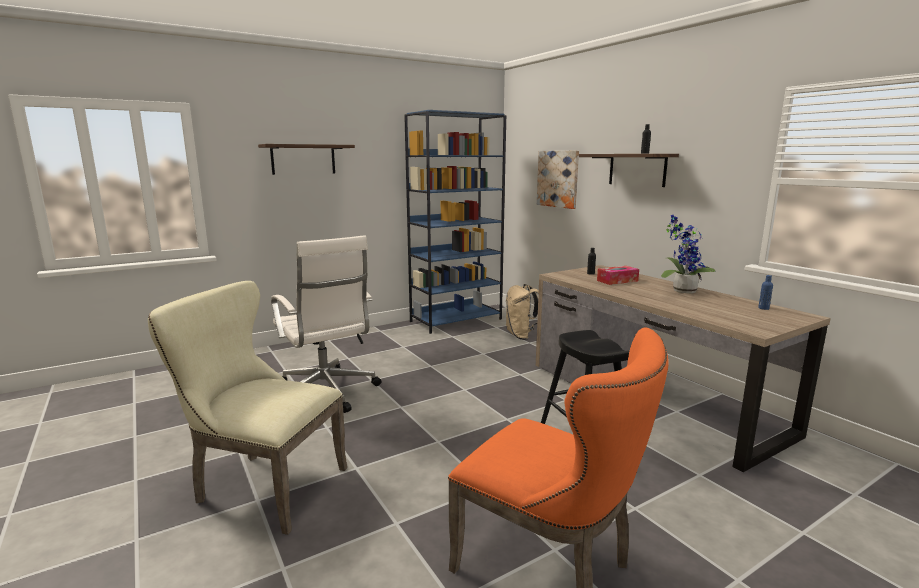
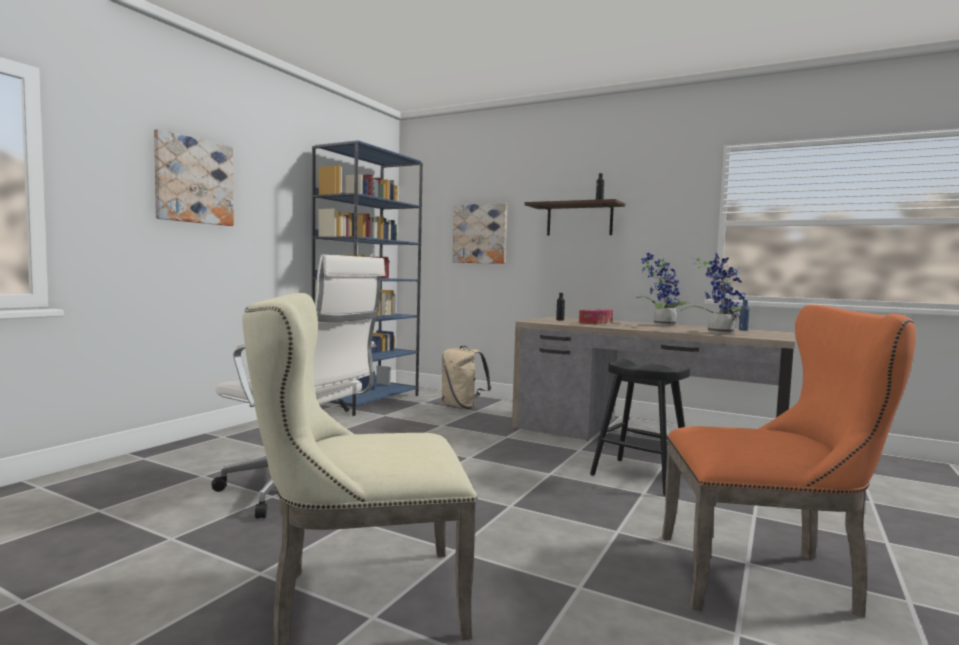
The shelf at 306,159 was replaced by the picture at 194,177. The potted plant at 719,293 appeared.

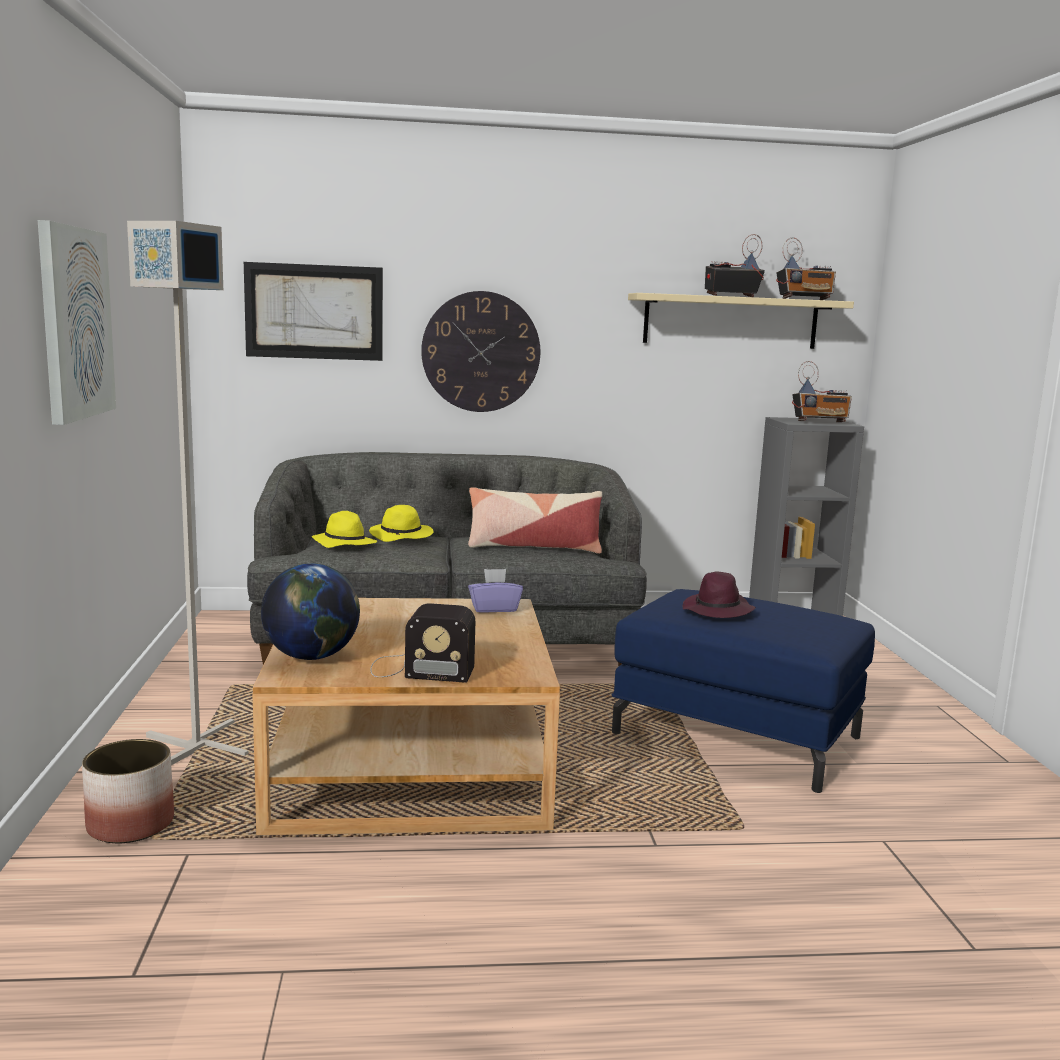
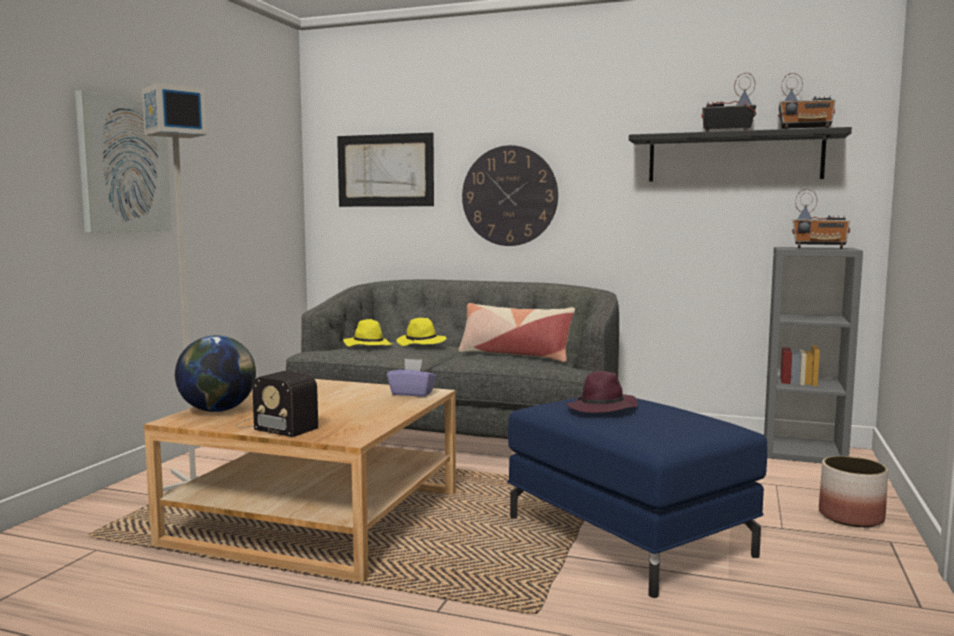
The shelf (beige) at 741,321 became the shelf (black) at 740,154. The planter moved from 128,791 to 853,491.

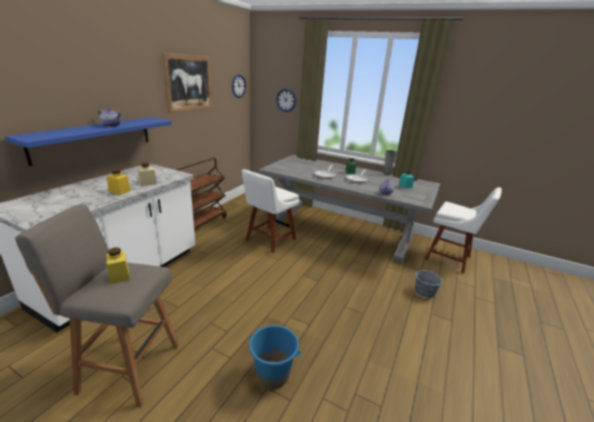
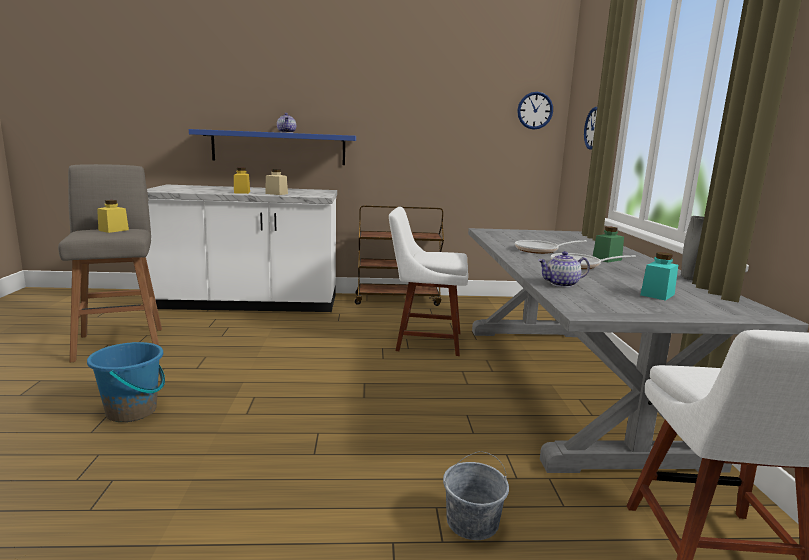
The picture at 187,83 disappeared.

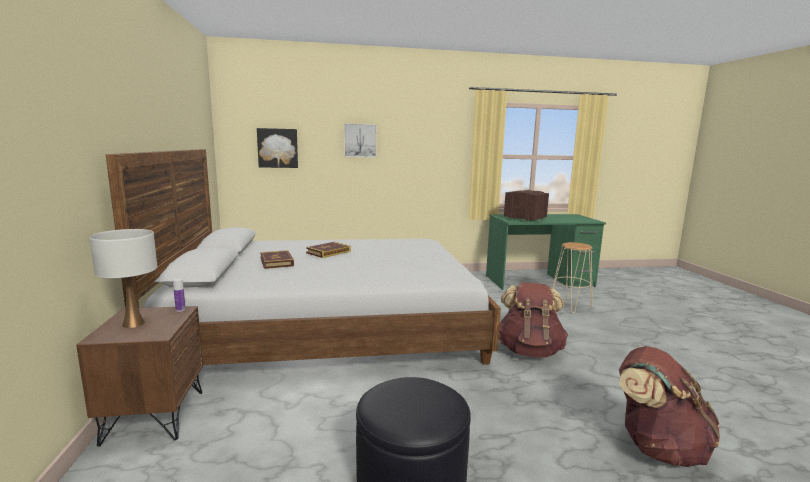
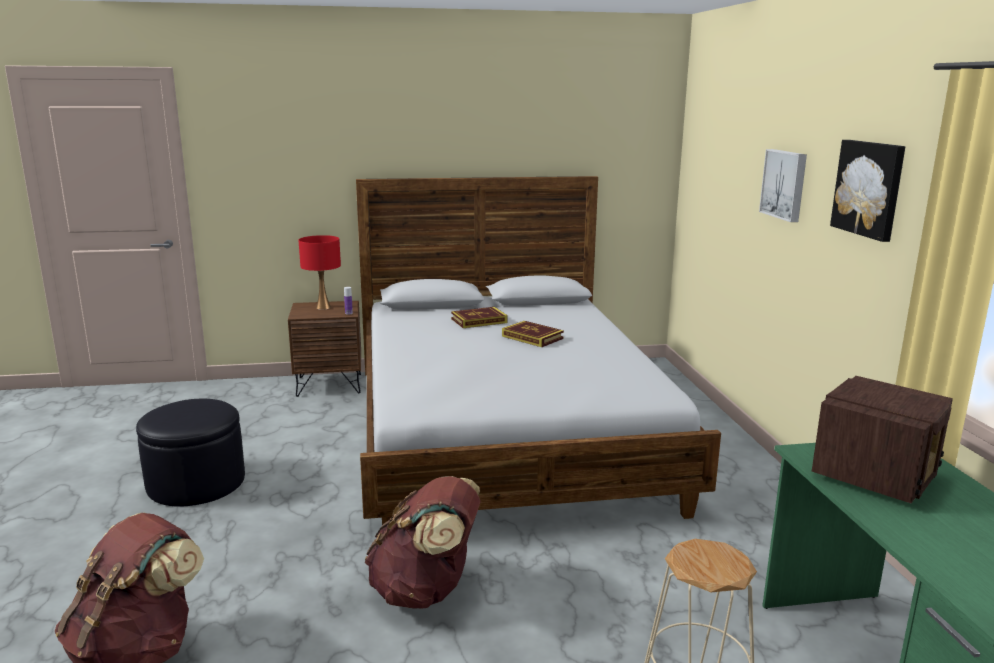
The picture moved from 277,148 to 867,191. The table lamp (white) at 123,278 became the table lamp (red) at 320,272.

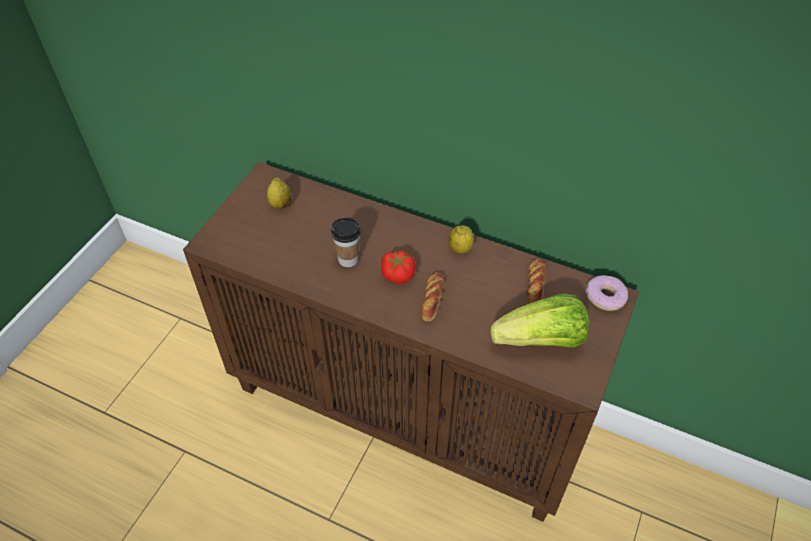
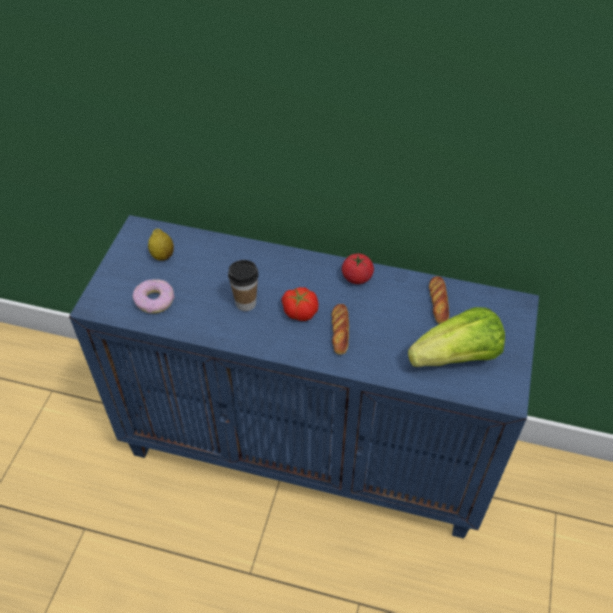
The cabinet (brown) at 411,342 became the cabinet (blue) at 304,377. The lemon at 461,239 was replaced by the tomato at 358,269. The donut moved from 607,293 to 154,296.

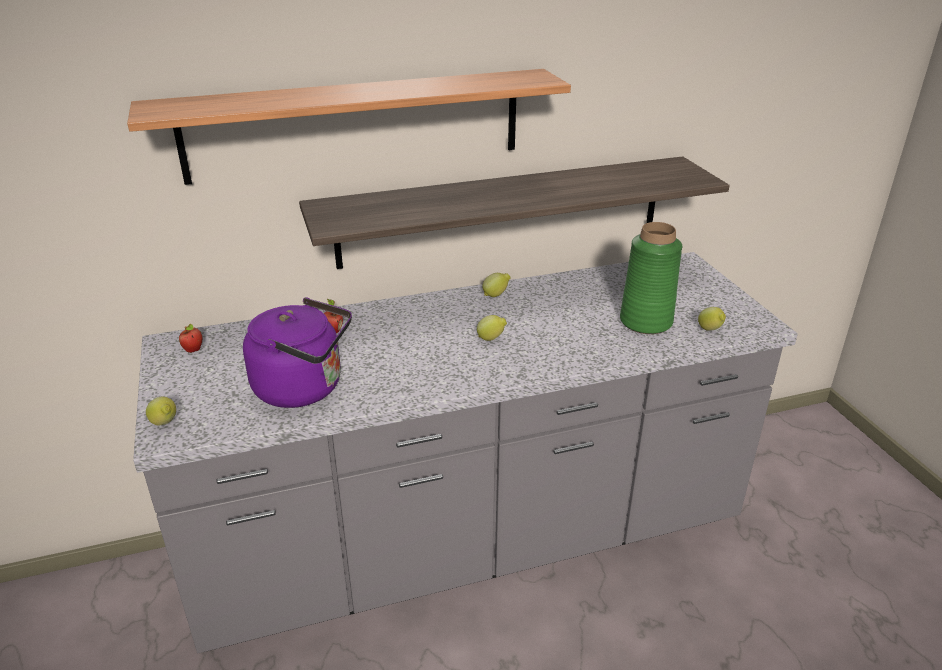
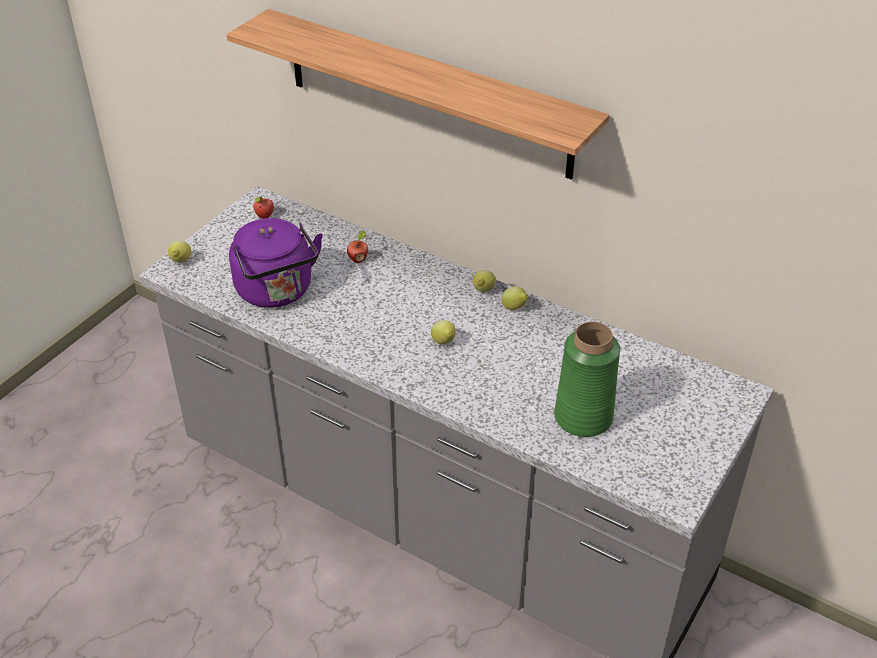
The shelf at 514,212 disappeared. The lemon moved from 712,319 to 484,281.

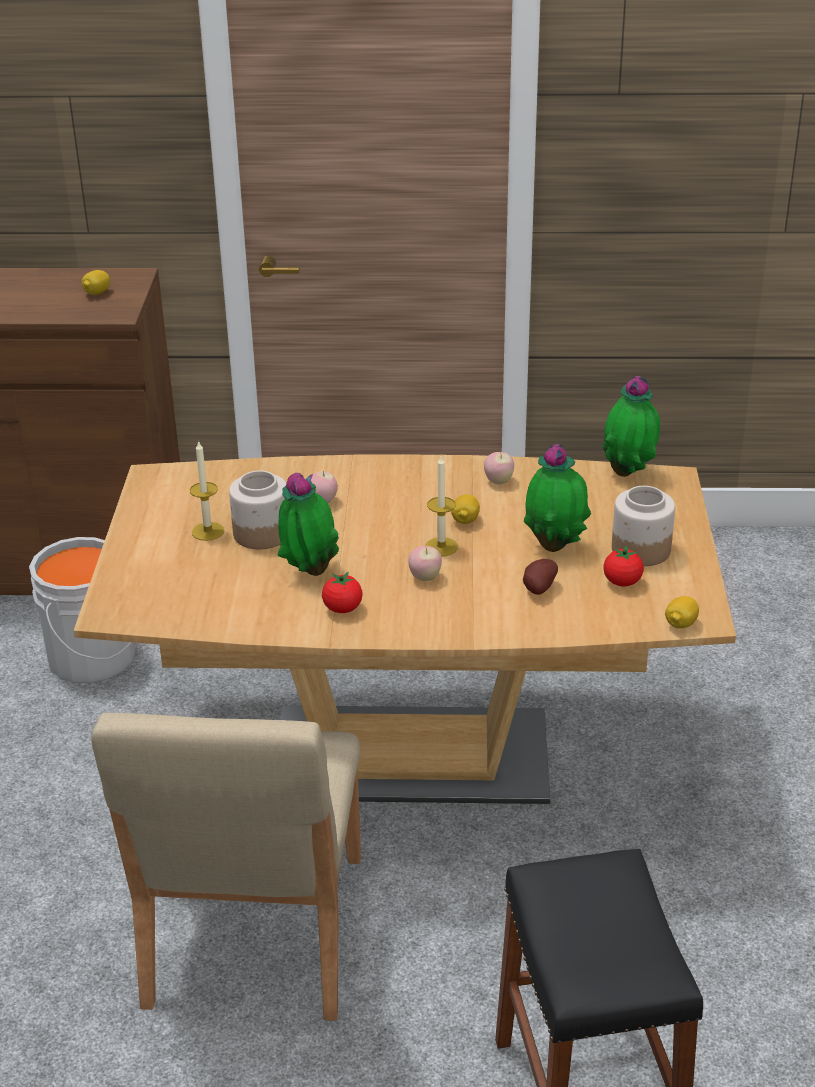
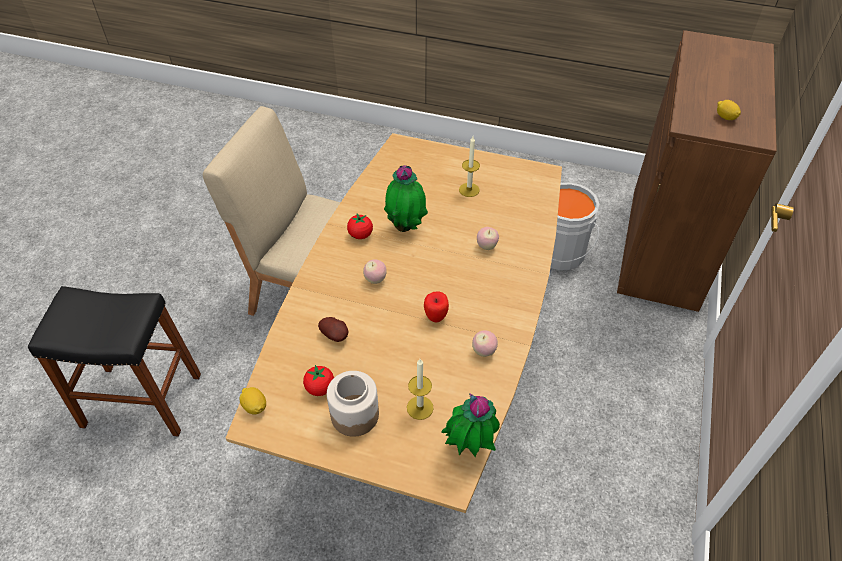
The potted plant at 557,498 disappeared. The candle moved from 441,506 to 420,389. The jar at 257,510 disappeared. The lemon at 465,509 was replaced by the apple at 436,307.

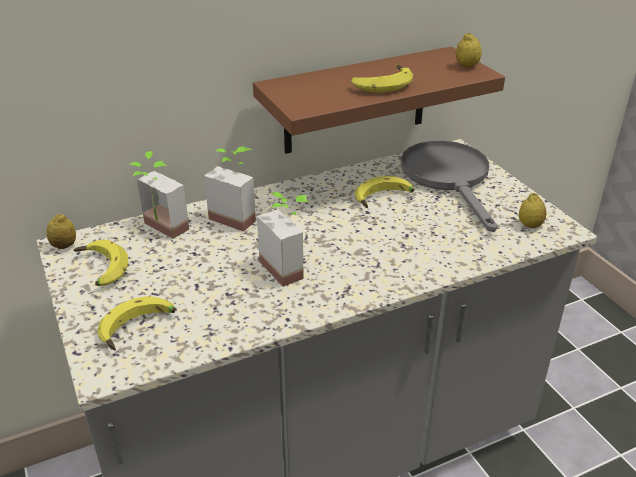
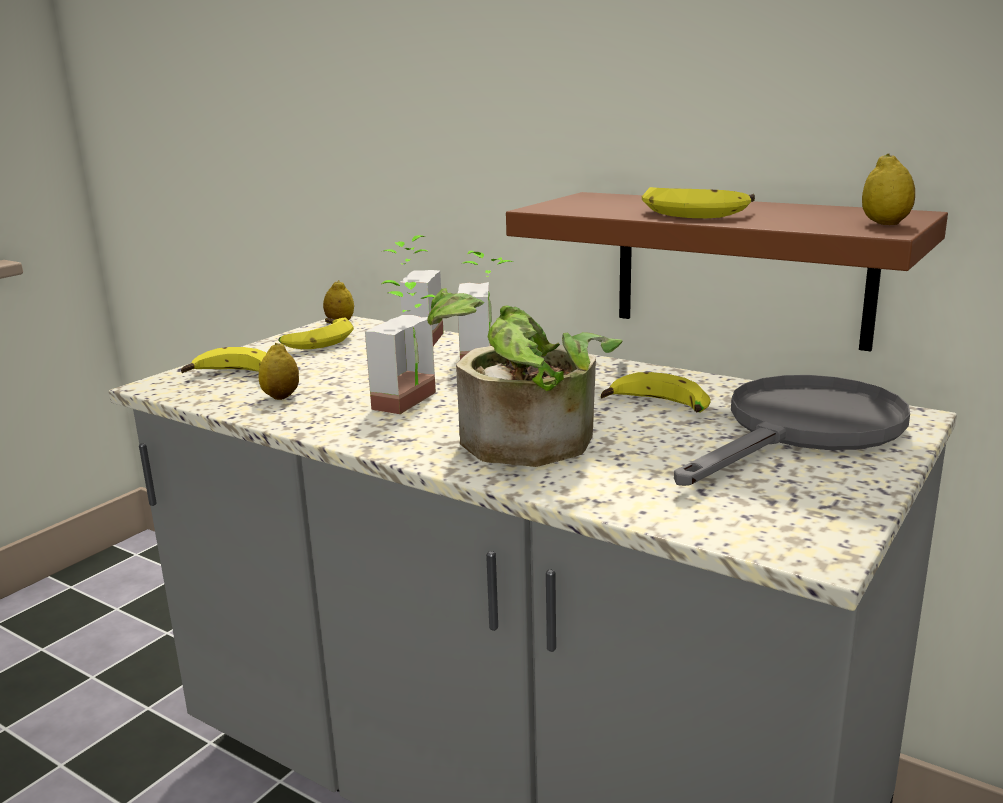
The lemon moved from 533,210 to 279,371. The potted plant at 525,377 appeared.

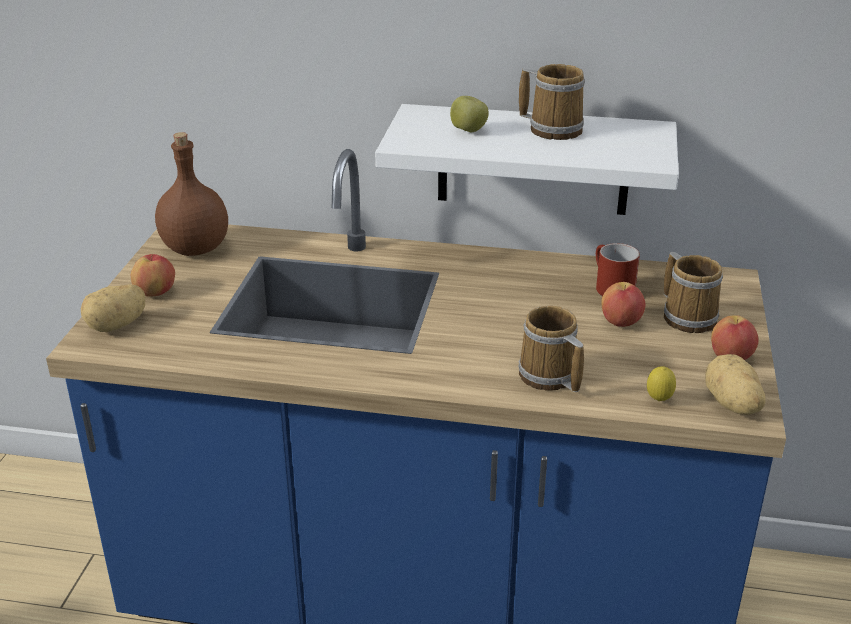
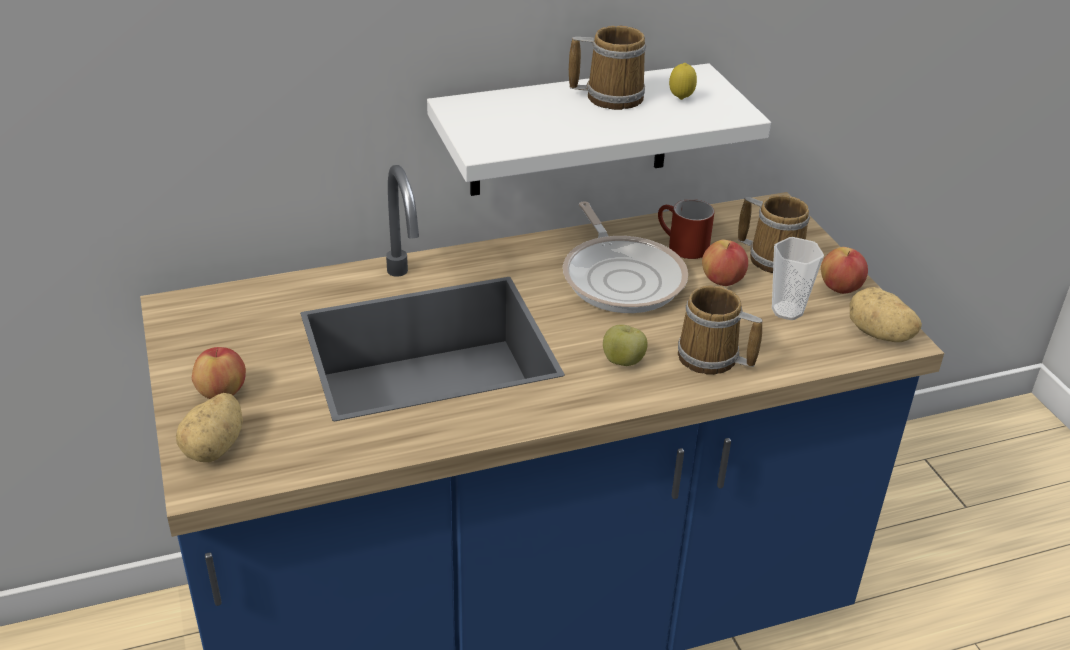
The apple moved from 469,114 to 625,345. The bottle (brown) at 191,194 disappeared. The lemon moved from 661,383 to 683,81. The frying pan at 625,257 appeared. The cup at 798,278 appeared.

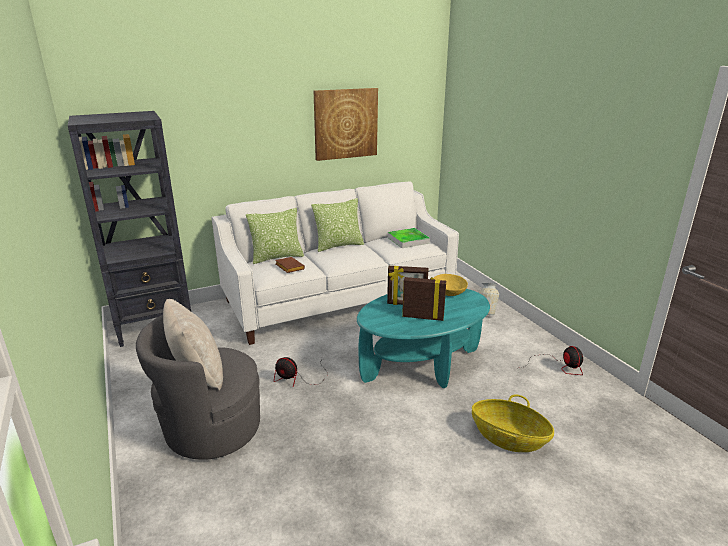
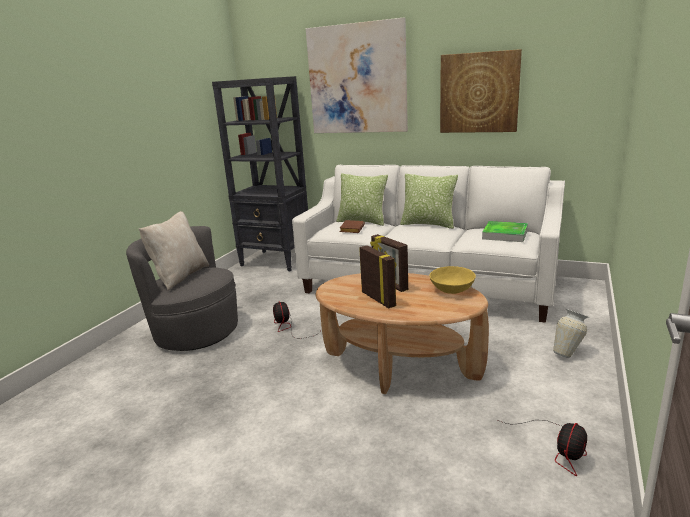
The coffee table (turquoise) at 423,338 became the coffee table (brown) at 402,333. The basket at 513,423 disappeared. The picture at 357,75 appeared.

